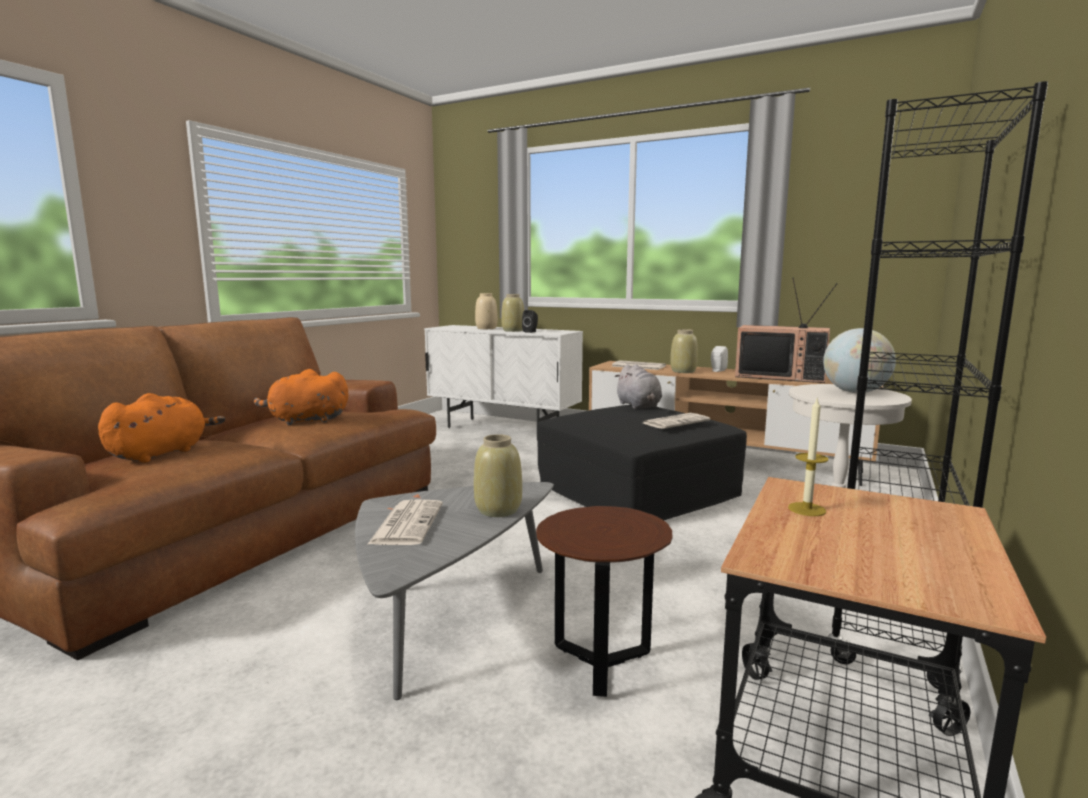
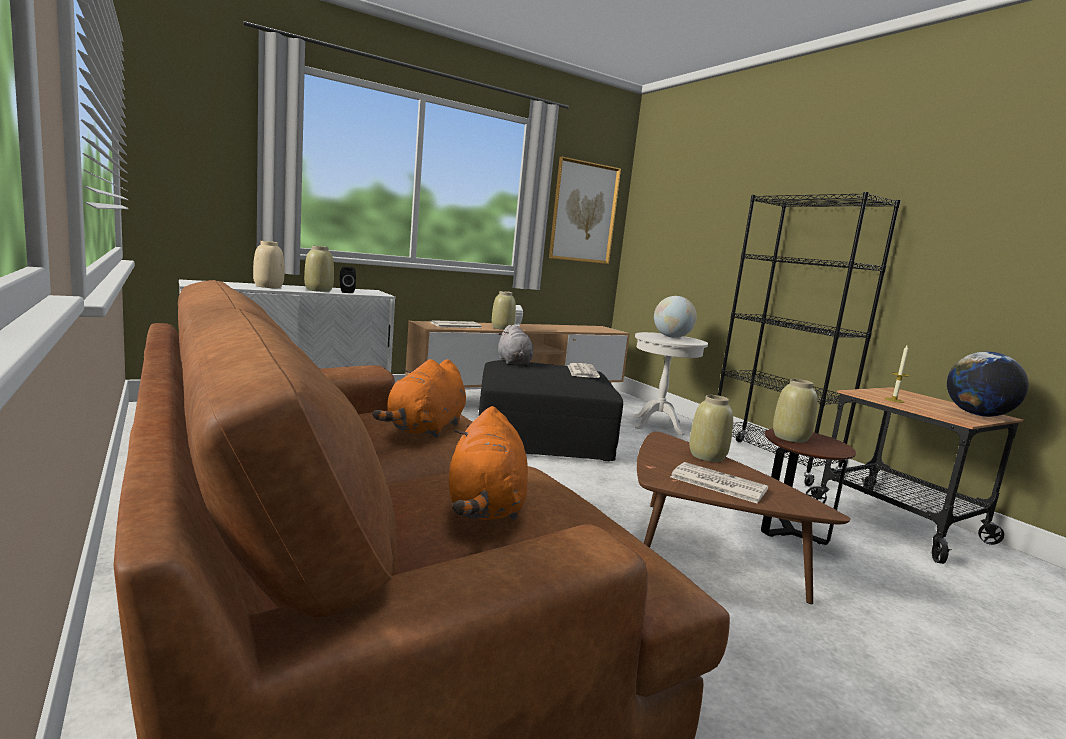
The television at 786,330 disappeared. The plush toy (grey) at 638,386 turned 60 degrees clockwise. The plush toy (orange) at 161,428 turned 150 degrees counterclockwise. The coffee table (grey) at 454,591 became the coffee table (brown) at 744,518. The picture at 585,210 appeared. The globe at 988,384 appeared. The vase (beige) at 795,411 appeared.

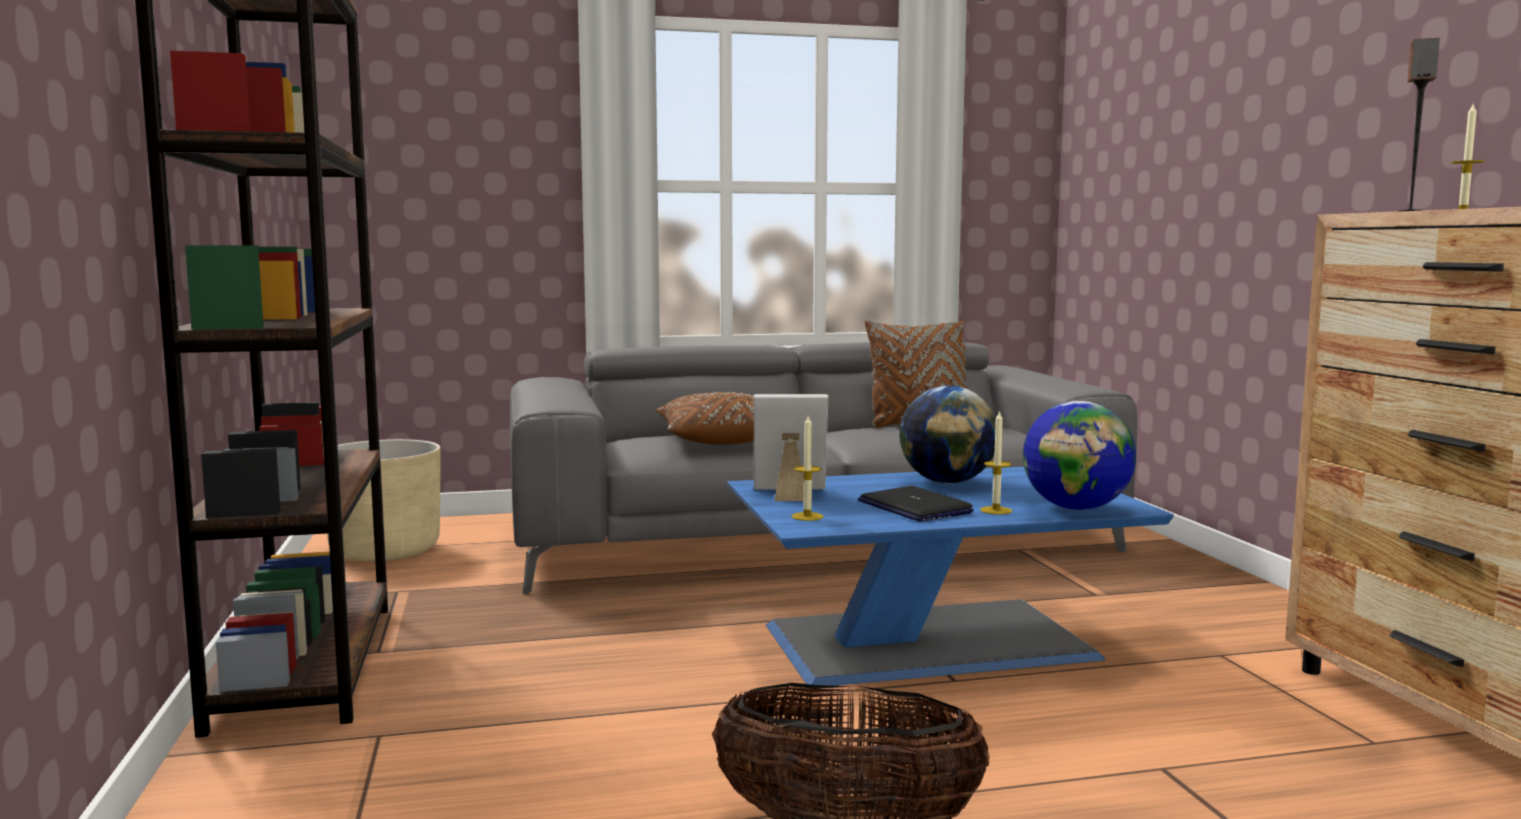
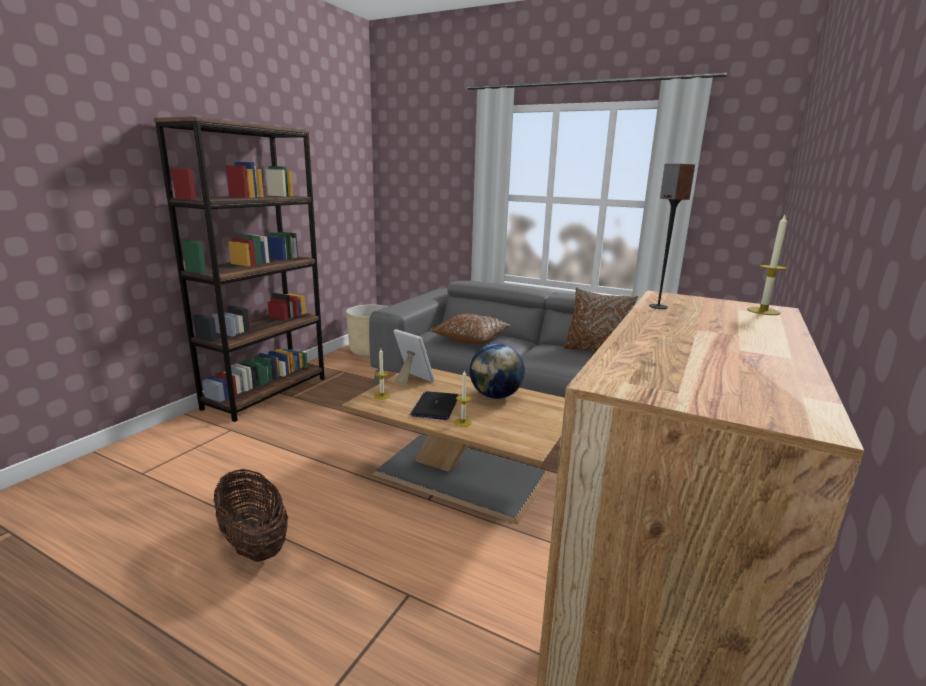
The globe at 1079,455 disappeared. The coffee table (blue) at 950,576 became the coffee table (brown) at 453,446.

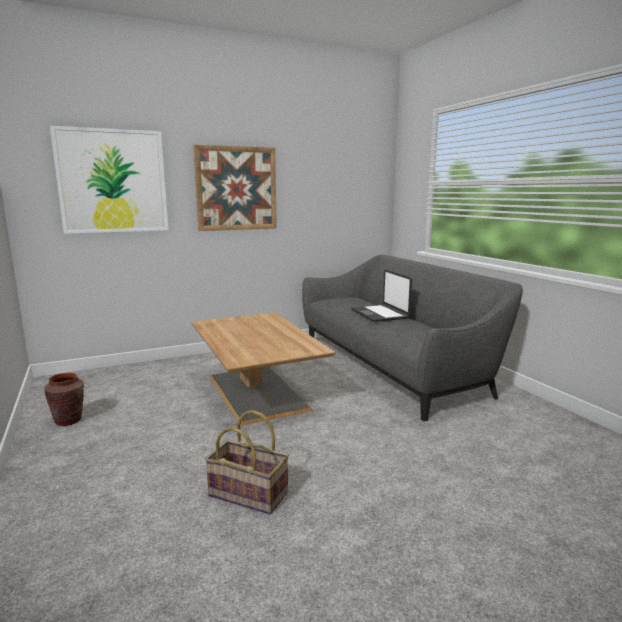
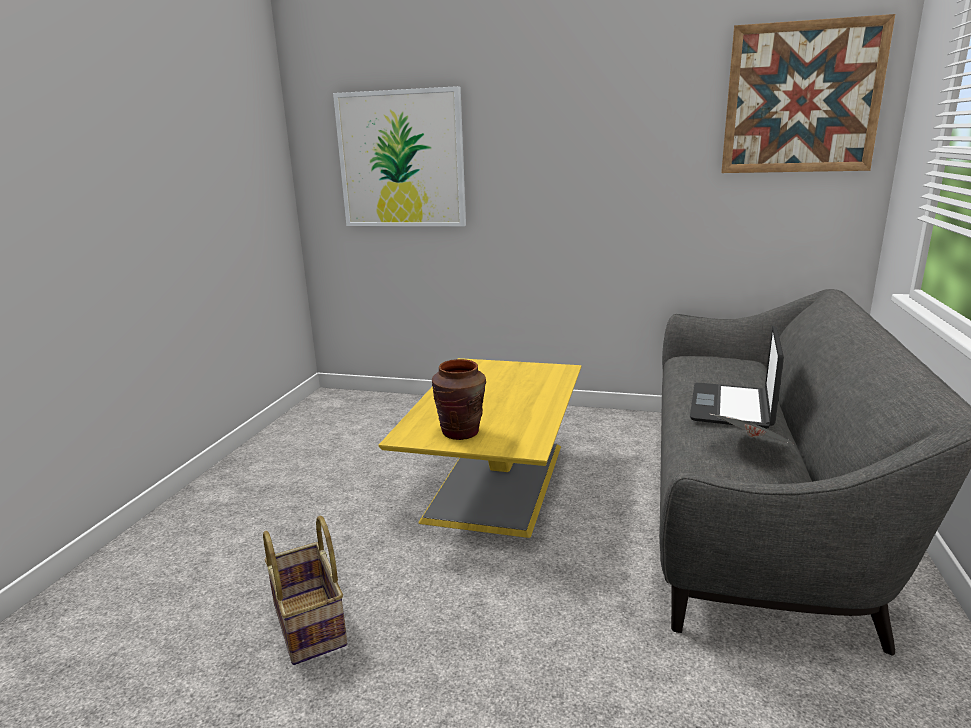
The picture moved from 235,188 to 808,93. The coffee table (brown) at 263,369 became the coffee table (yellow) at 480,448. The vase (brown) moved from 64,399 to 459,399. The newspaper at 752,429 appeared.

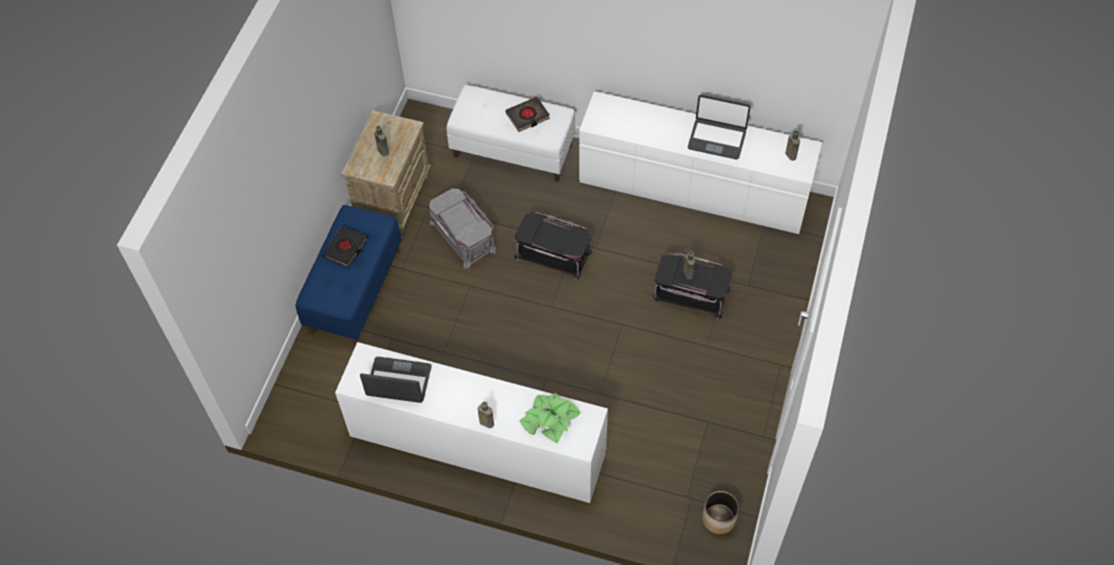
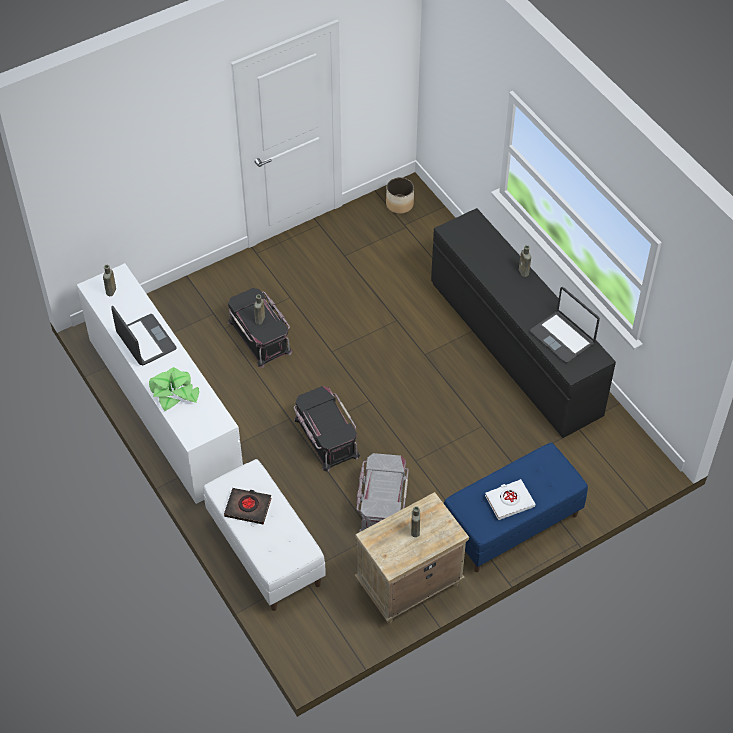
The book (black) at 344,247 became the book (white) at 510,499. The dresser (white) at 471,422 became the dresser (black) at 523,323. The potted plant moved from 550,418 to 174,389.

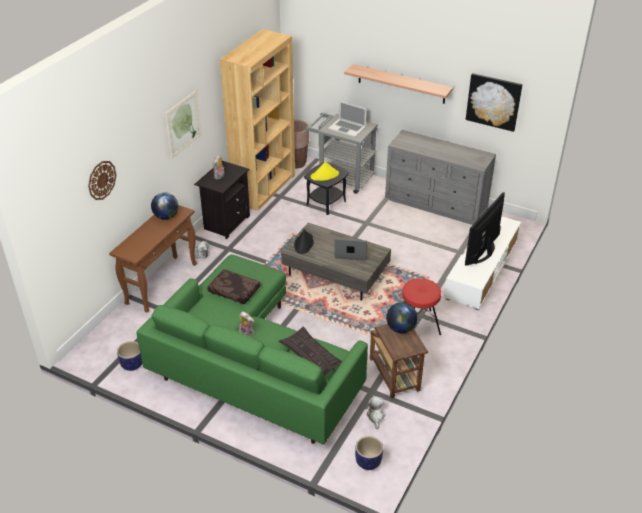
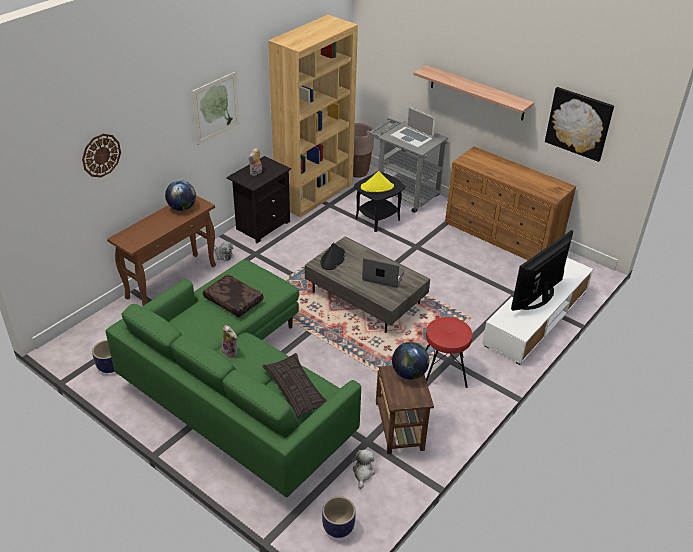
The dresser (grey) at 440,177 became the dresser (brown) at 510,203.

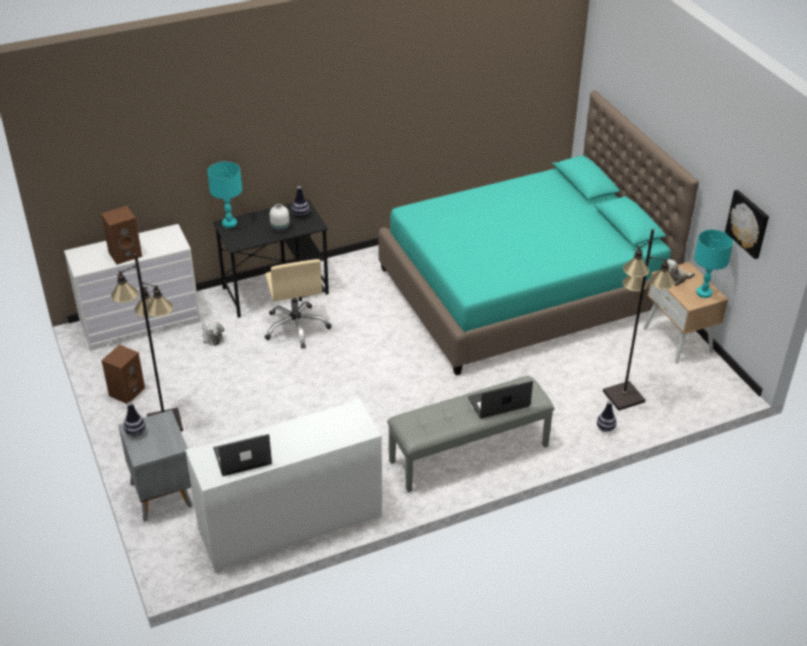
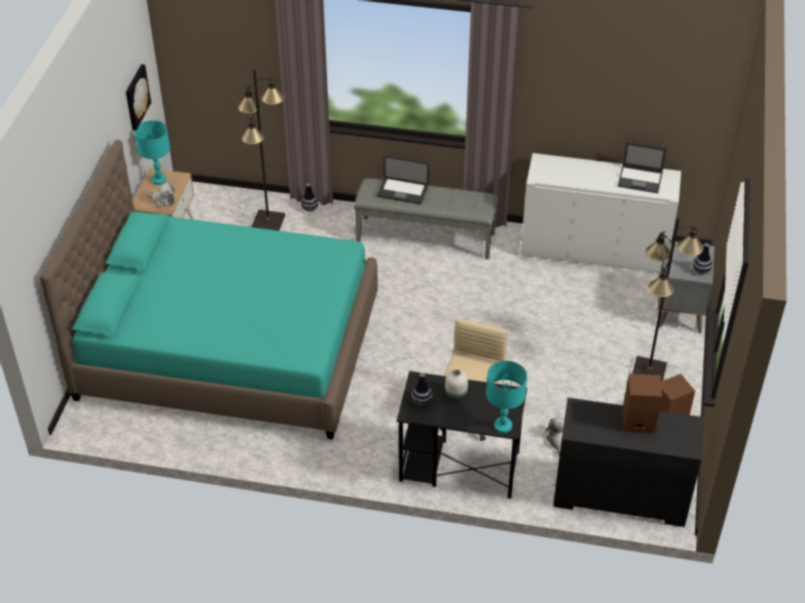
The dresser (white) at 132,287 became the dresser (black) at 628,462.

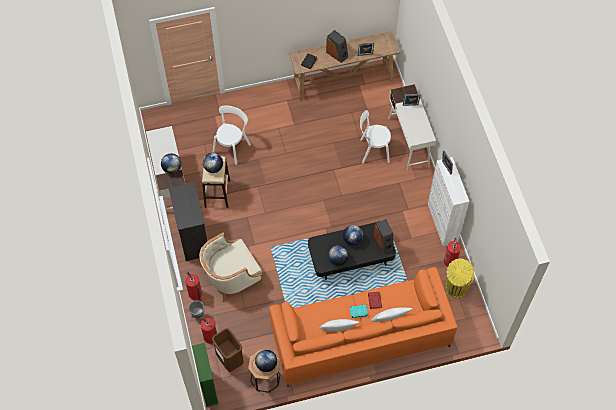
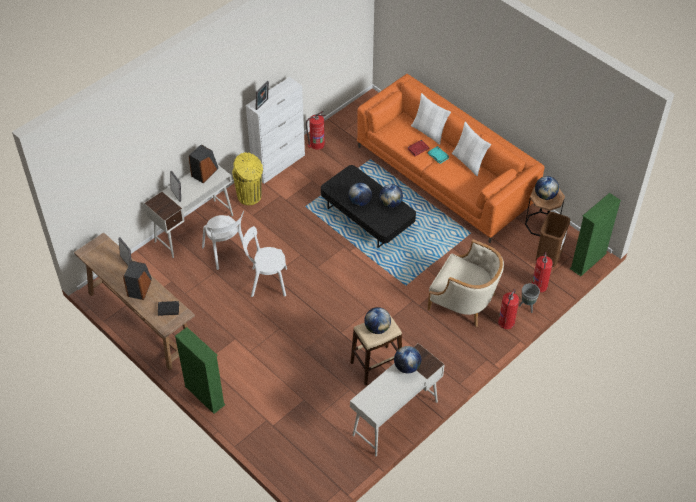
The chair (white) moved from 231,135 to 265,261. The dresser (black) at 188,221 disappeared. The speaker moved from 383,236 to 203,164. The trash can (yellow) moved from 460,278 to 247,178. The bookcase (green) at 200,370 appeared.

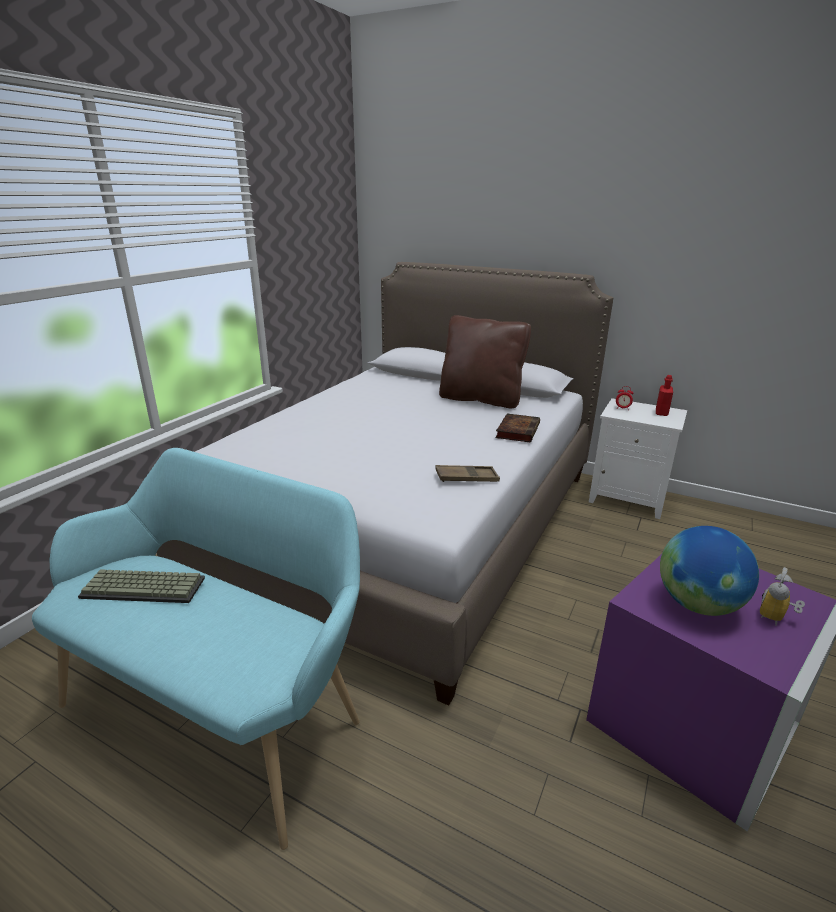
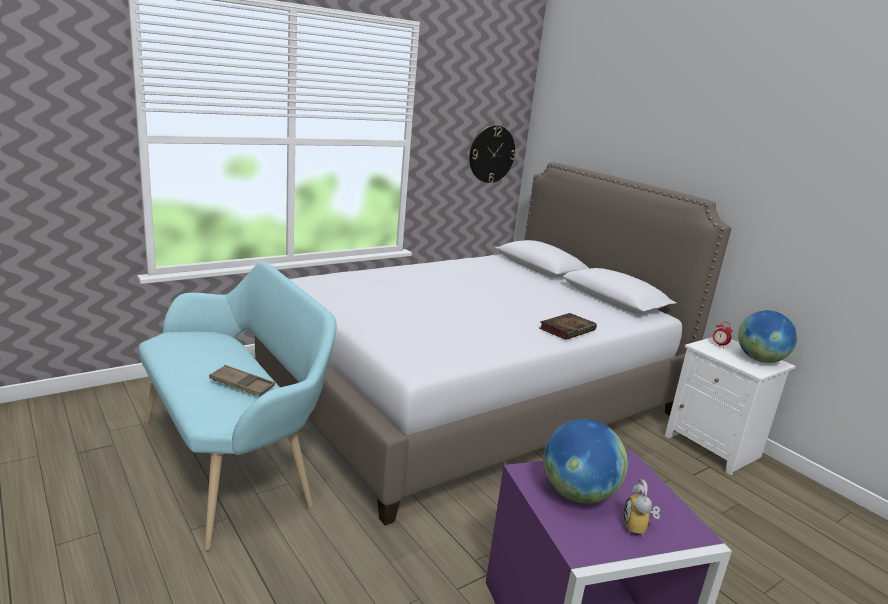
The pillow (brown) at 485,361 disappeared. The bottle (red) at 664,395 was replaced by the globe at 767,336. The tray (brown) moved from 467,473 to 242,380. The alarm clock at 782,596 turned 60 degrees counterclockwise. The keyboard at 141,586 disappeared. The wall clock at 492,154 appeared.

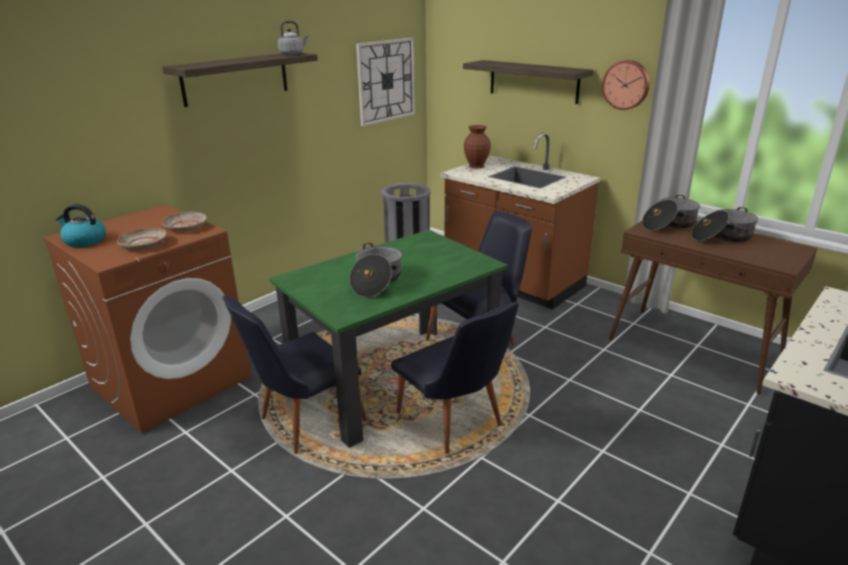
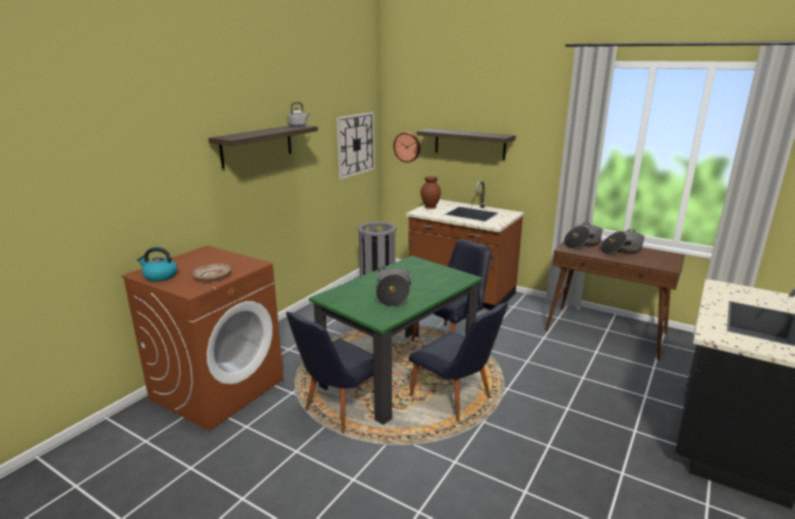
The wall clock moved from 626,85 to 406,147. The plate (beige) at 184,222 disappeared.

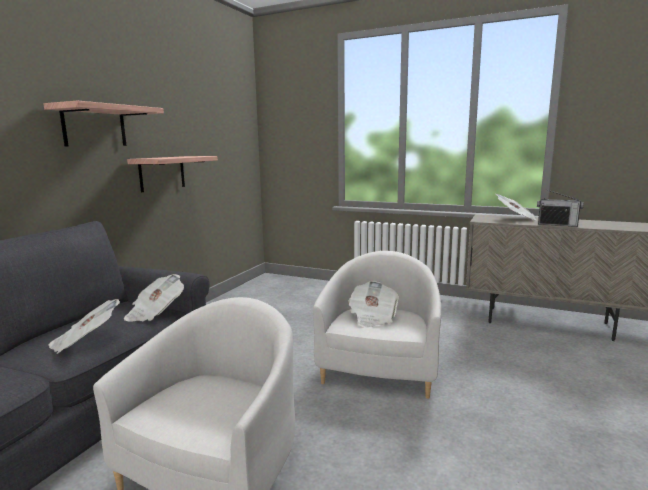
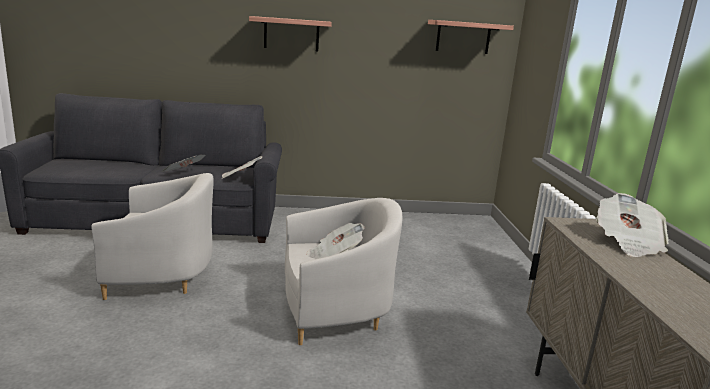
The shelf moved from 172,174 to 471,37. The radio at 560,208 disappeared.

